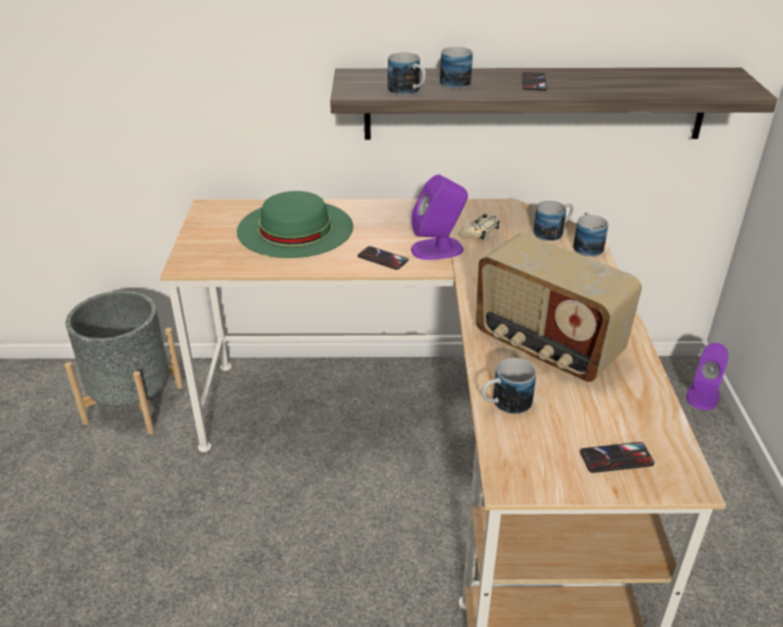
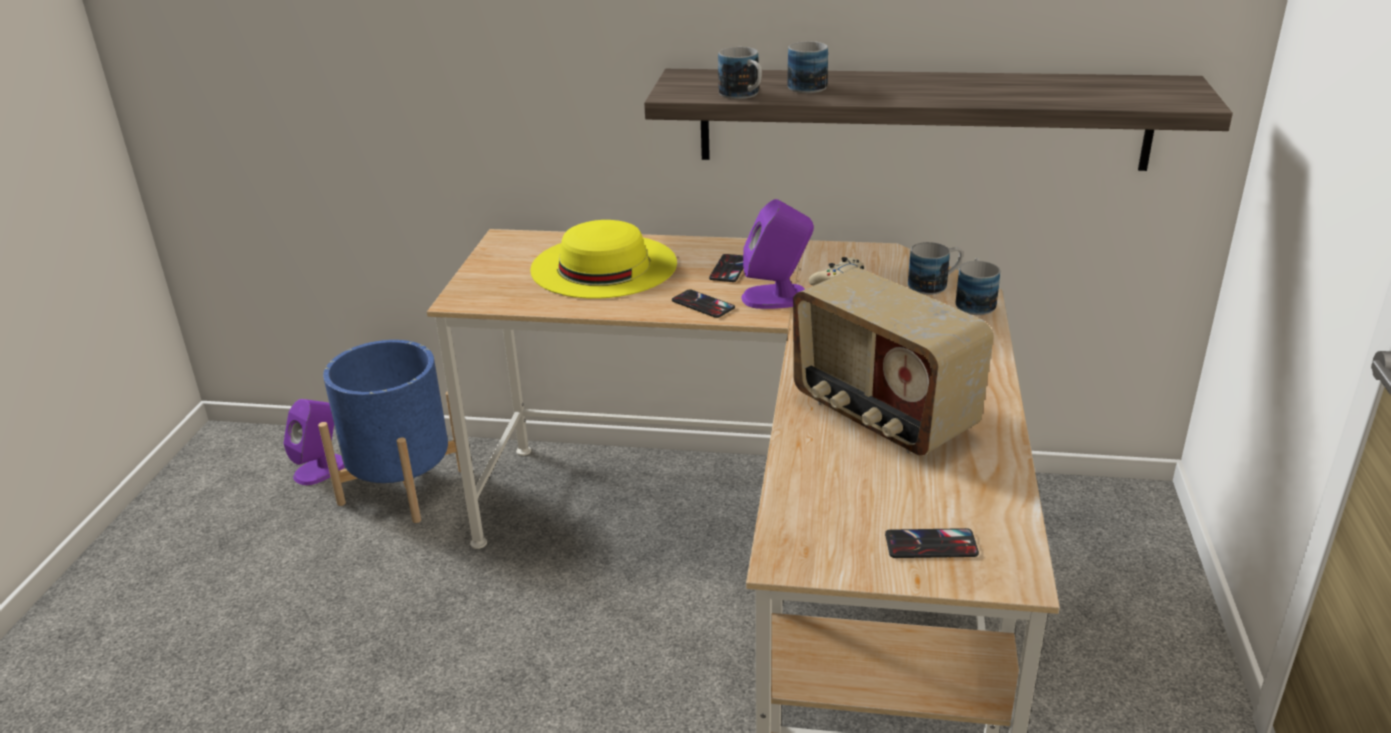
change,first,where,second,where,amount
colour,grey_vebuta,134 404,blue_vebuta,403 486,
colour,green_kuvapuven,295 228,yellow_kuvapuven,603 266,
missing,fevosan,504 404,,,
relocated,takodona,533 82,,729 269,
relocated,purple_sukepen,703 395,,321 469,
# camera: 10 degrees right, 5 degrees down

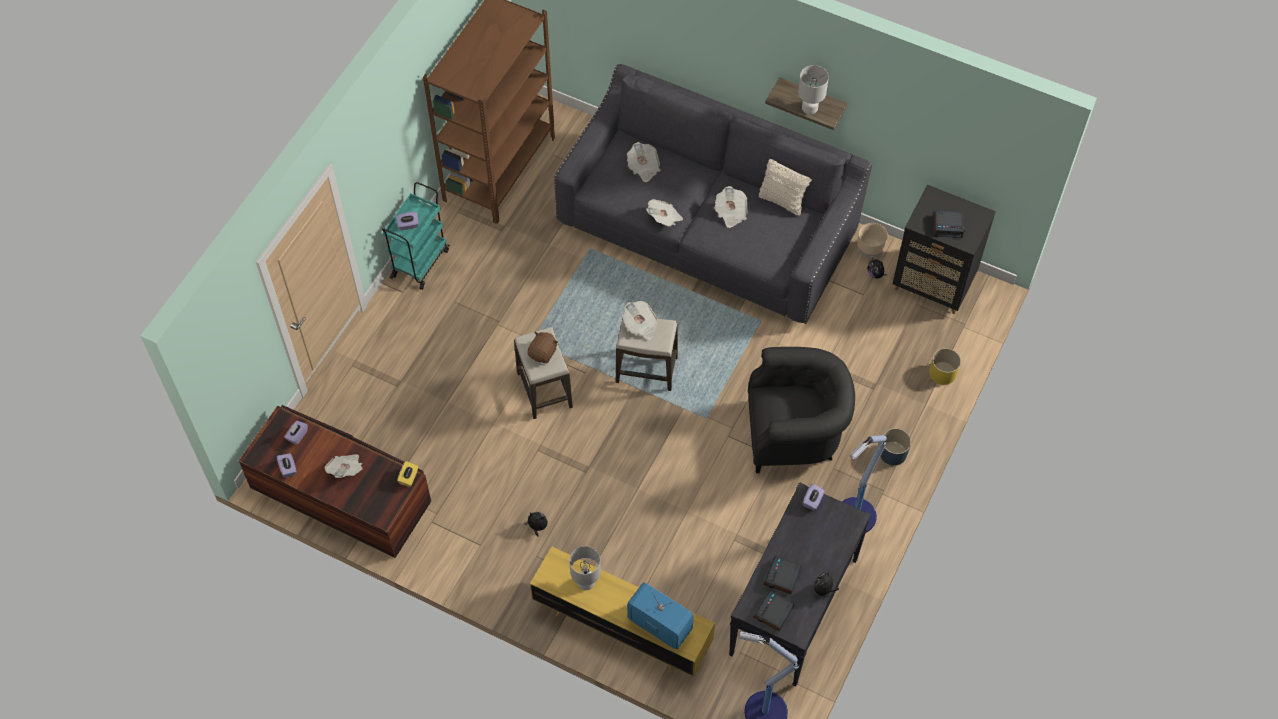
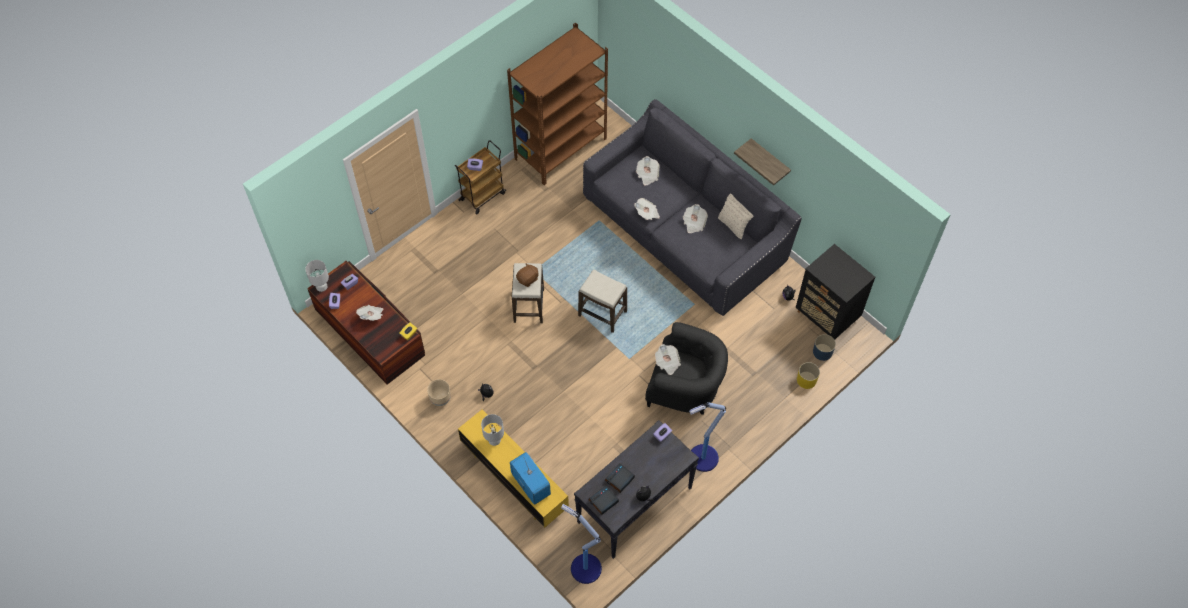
change,first,where,second,where,amount
colour,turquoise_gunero,420 263,brown_gunero,483 196,
relocated,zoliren,641 325,,667 363,
relocated,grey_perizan,810 108,,322 286,
relocated,beige_vebuta,870 251,,441 399,
relocated,blue_vebuta,893 453,,822 352,
missing,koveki,948 226,,,
# camera: 20 degrees right, 0 degrees up

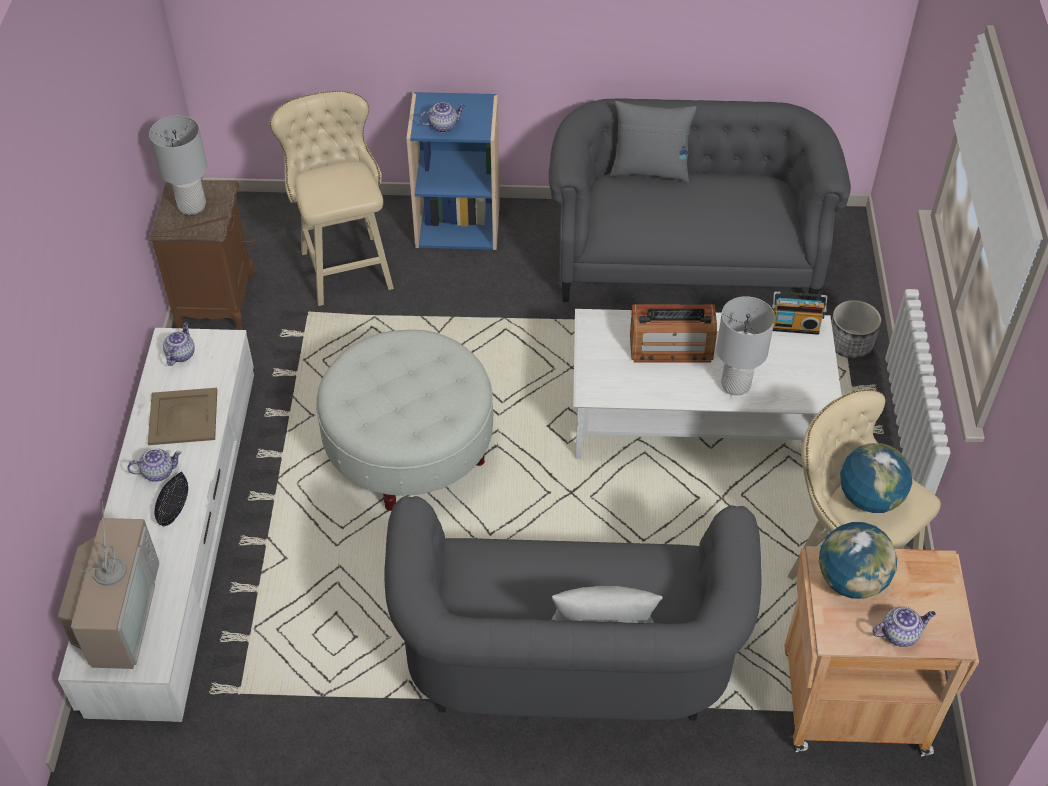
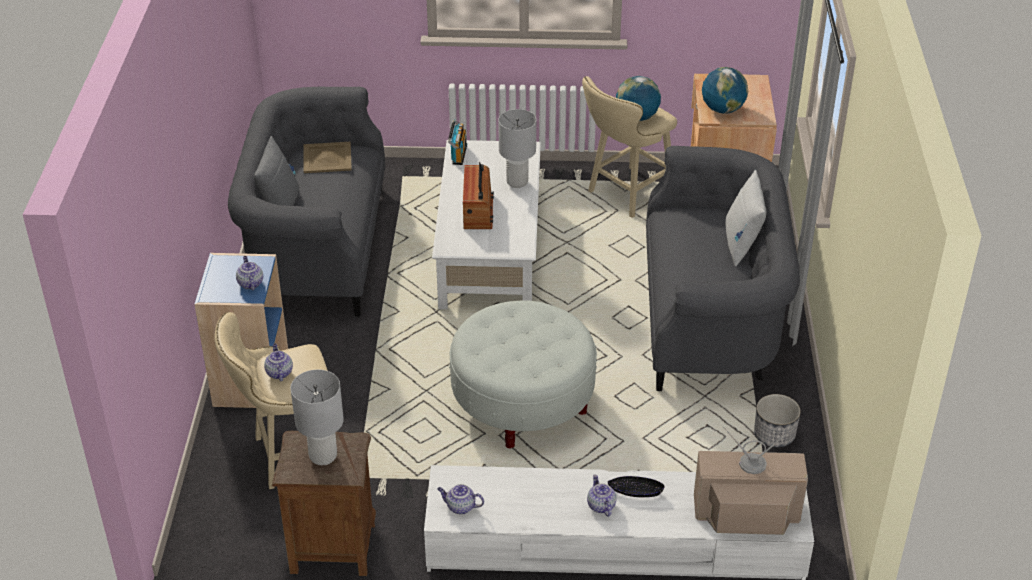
change,first,where,second,where,amount
relocated,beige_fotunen,184 416,,327 158,
relocated,vebuta,849 344,,774 435,
relocated,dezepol,900 633,,279 372,
# camera: 90 degrees left, 10 degrees down

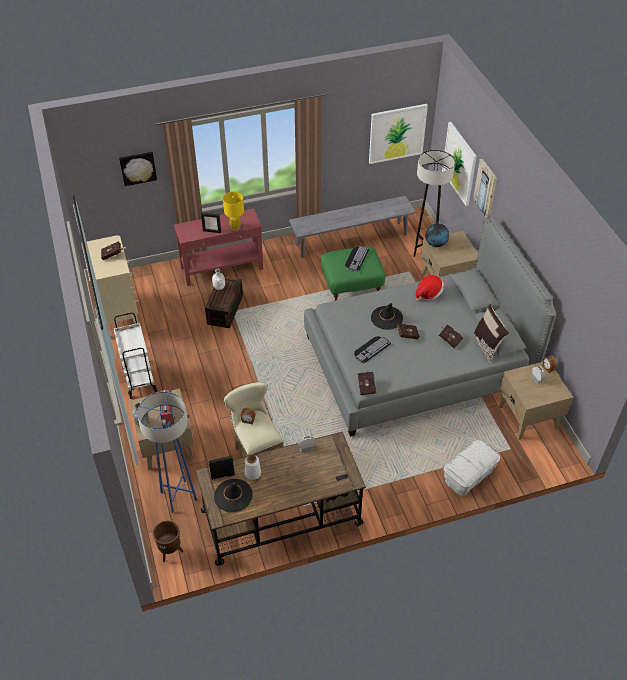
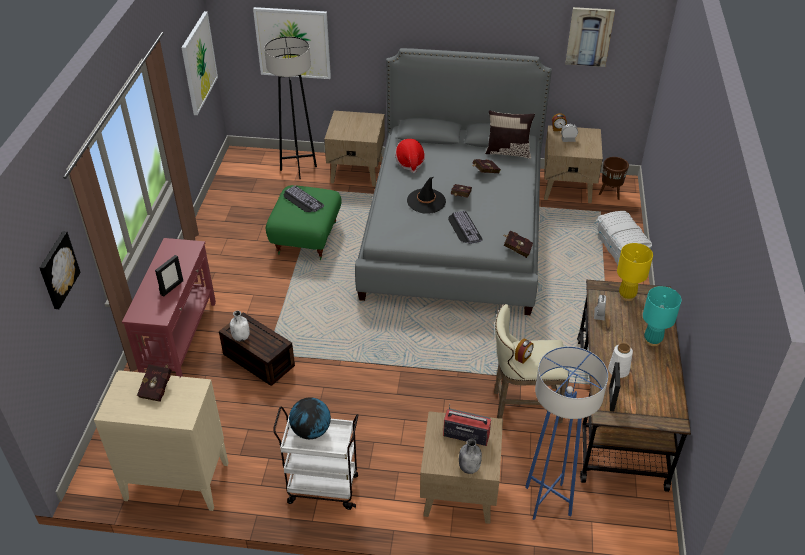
change,first,where,second,where,amount
relocated,brown_vebuta,171 552,,610 194,
missing,black_kuvapuven,233 496,,,
relocated,yellow_perizan,235 227,,626 296,
missing,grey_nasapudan,351 239,,,
relocated,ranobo,435 244,,311 431,
relocated,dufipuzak,486 188,,589 36,
appeared,,,turquoise_perizan,652 340,
# camera: 65 degrees left, 5 degrees down

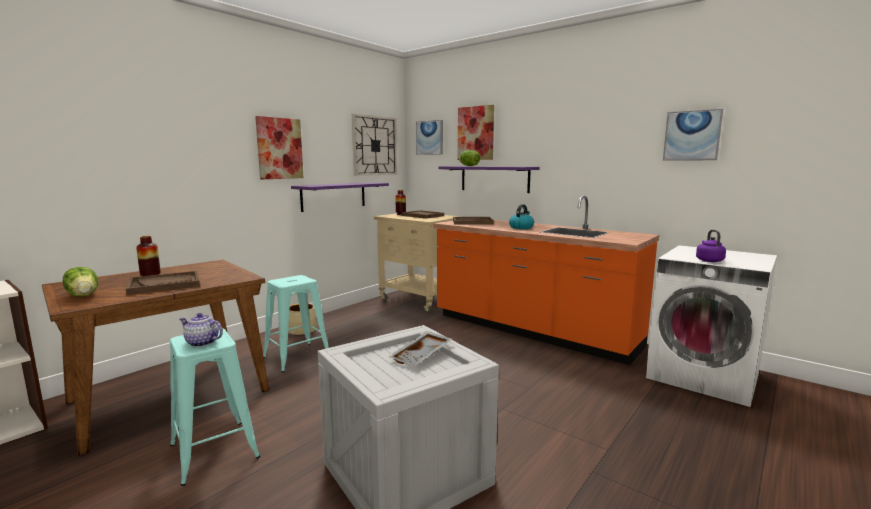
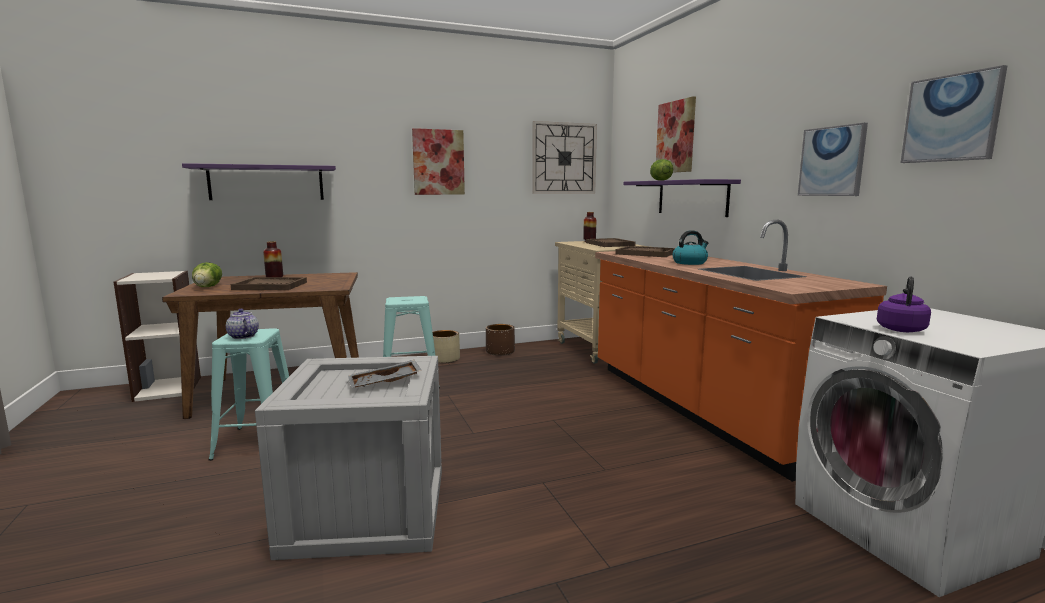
change,first,where,second,where,amount
relocated,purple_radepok,334 196,,266 183,
relocated,dufipuzak,430 137,,832 161,
appeared,,,brown_vebuta,500 352,
# camera: 30 degrees right, 0 degrees up

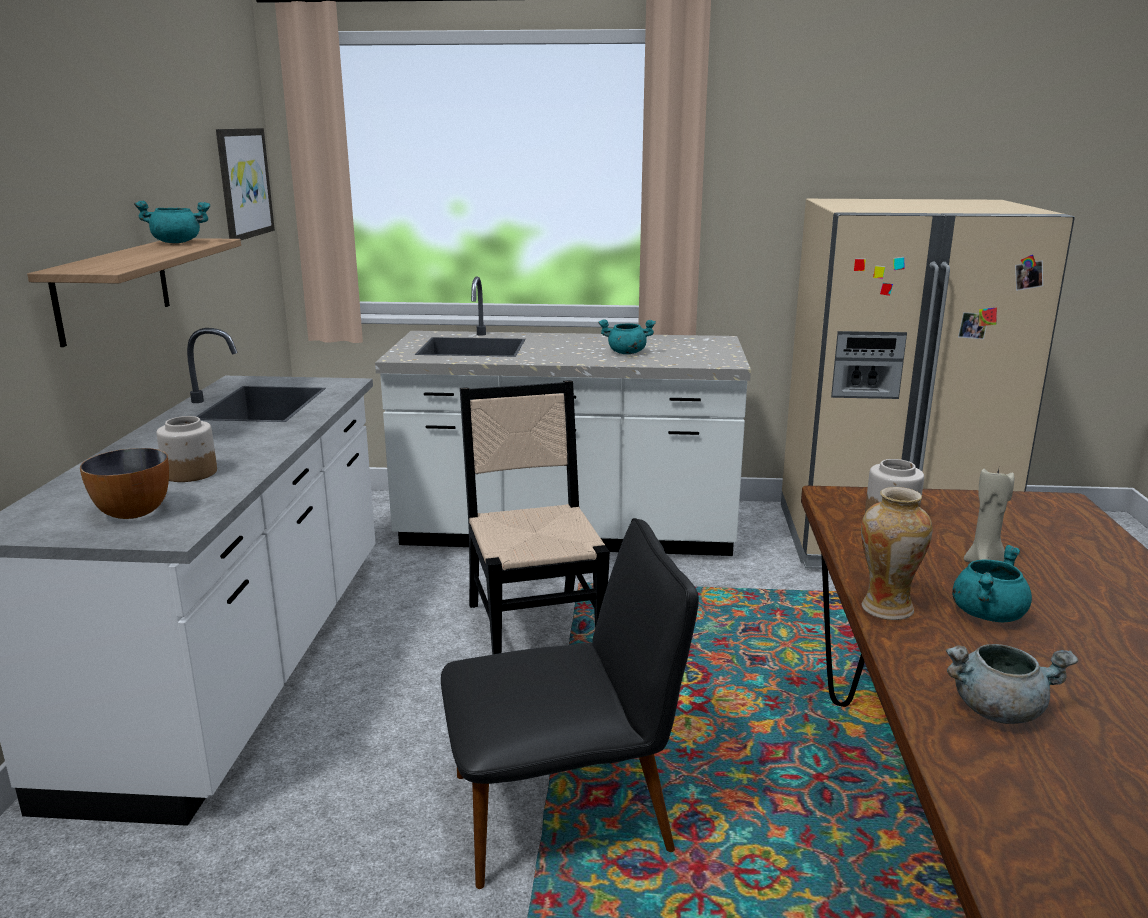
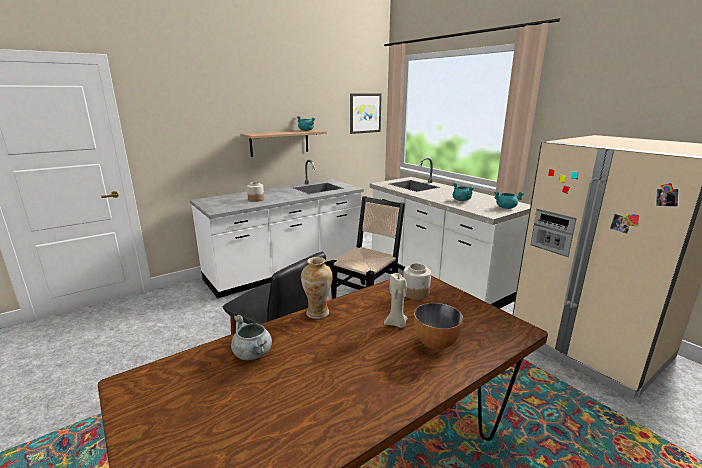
change,first,where,second,where,amount
relocated,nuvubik,134 513,,436 343,
relocated,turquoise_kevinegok,987 613,,506 207,
# camera: 50 degrees right, 0 degrees up

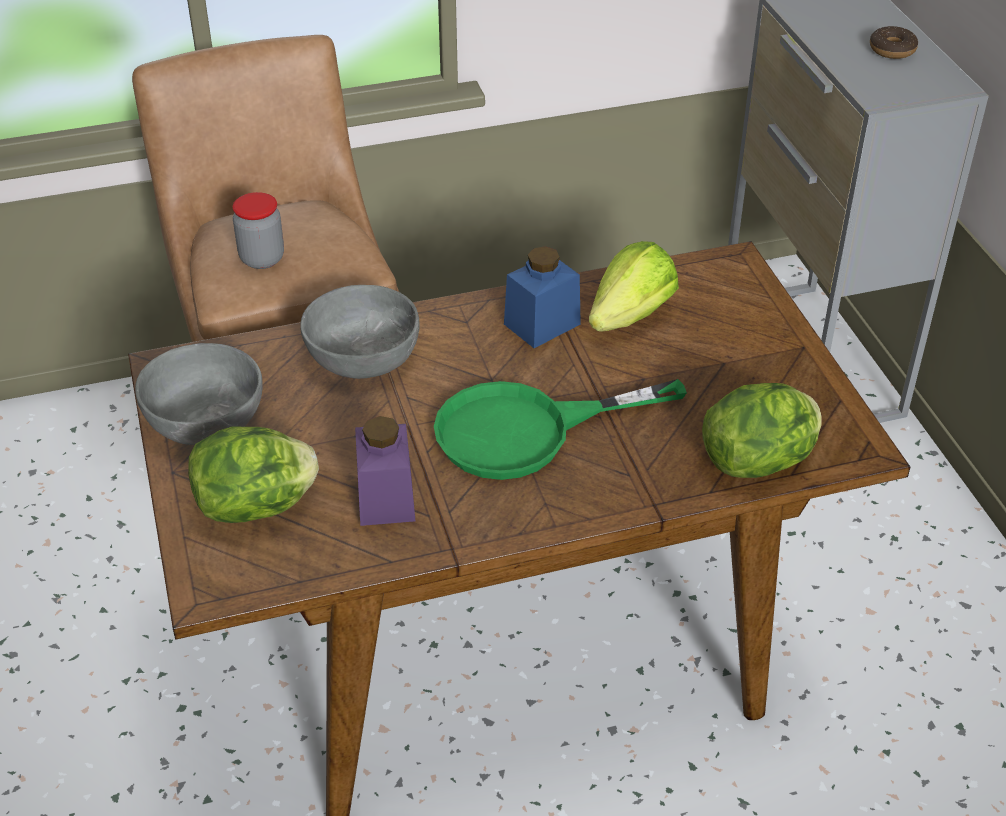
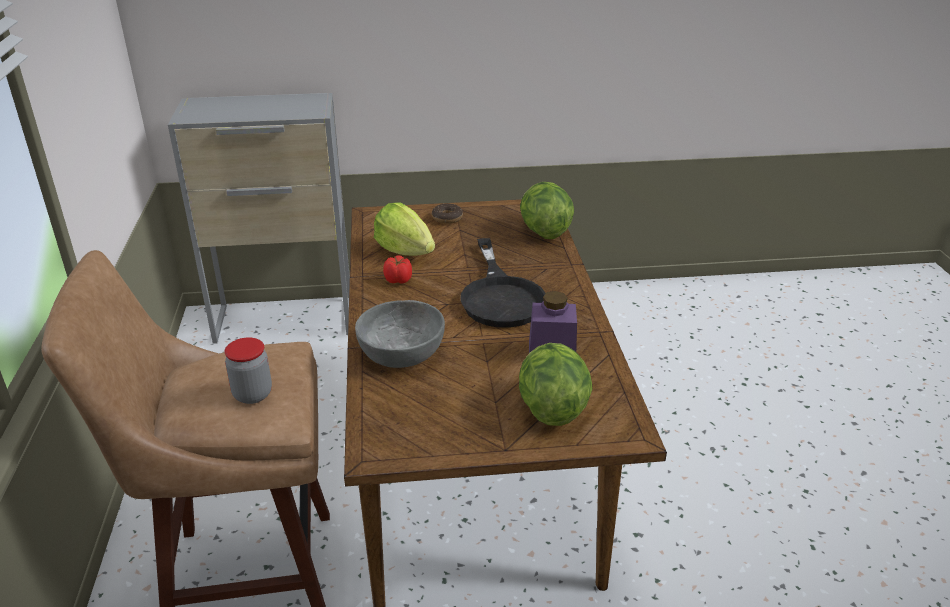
change,first,where,second,where,amount
missing,grey_nuvubik,205 418,,,
colour,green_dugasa,527 431,black_dugasa,500 296,
exchanged,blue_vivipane,542 324,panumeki,398 280,
relocated,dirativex,892 49,,447 218,
# camera: 80 degrees left, 10 degrees down

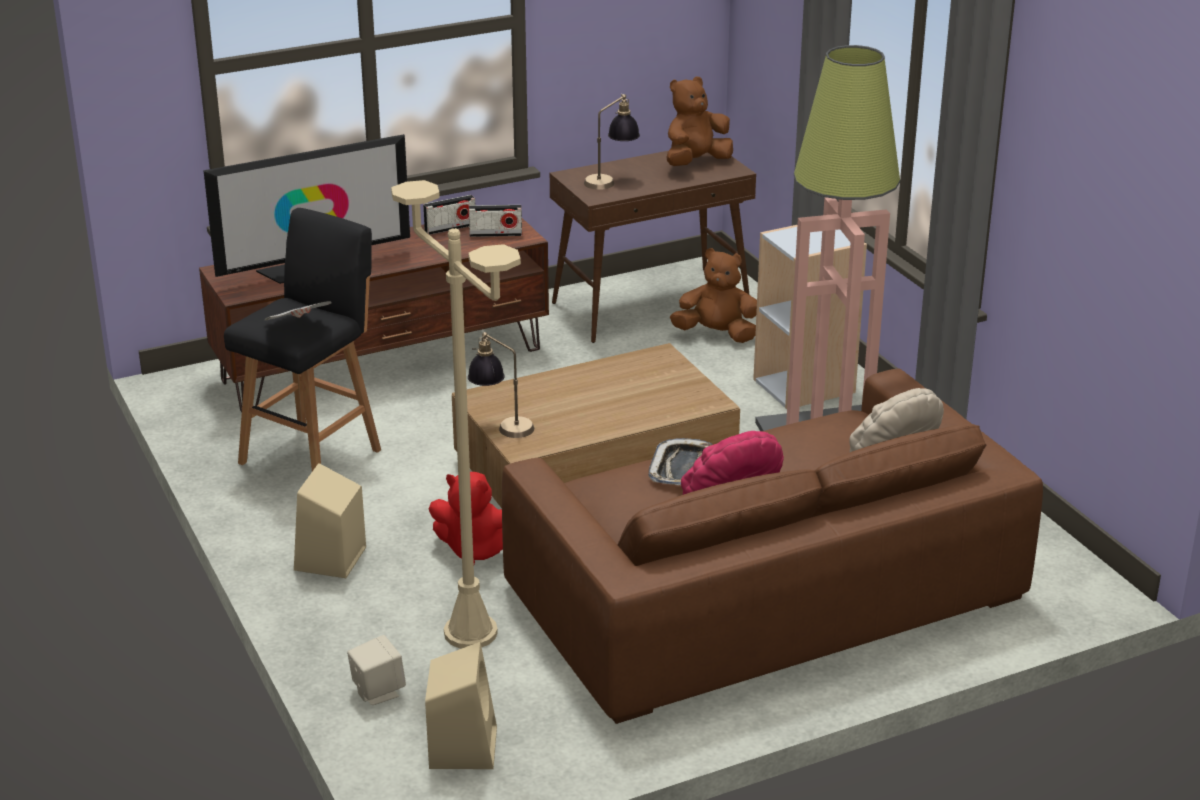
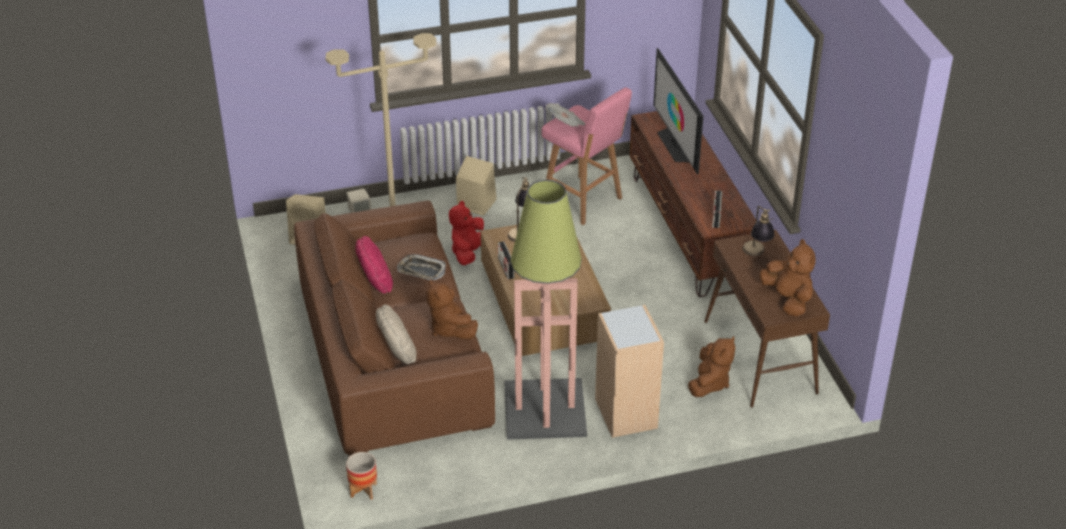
change,first,where,second,where,amount
colour,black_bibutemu,313 454,pink_bibutemu,584 201,
relocated,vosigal,450 228,,506 268,
appeared,,,vebuta,363 490,
appeared,,,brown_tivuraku,450 329,
# camera: 100 degrees right, 10 degrees up

